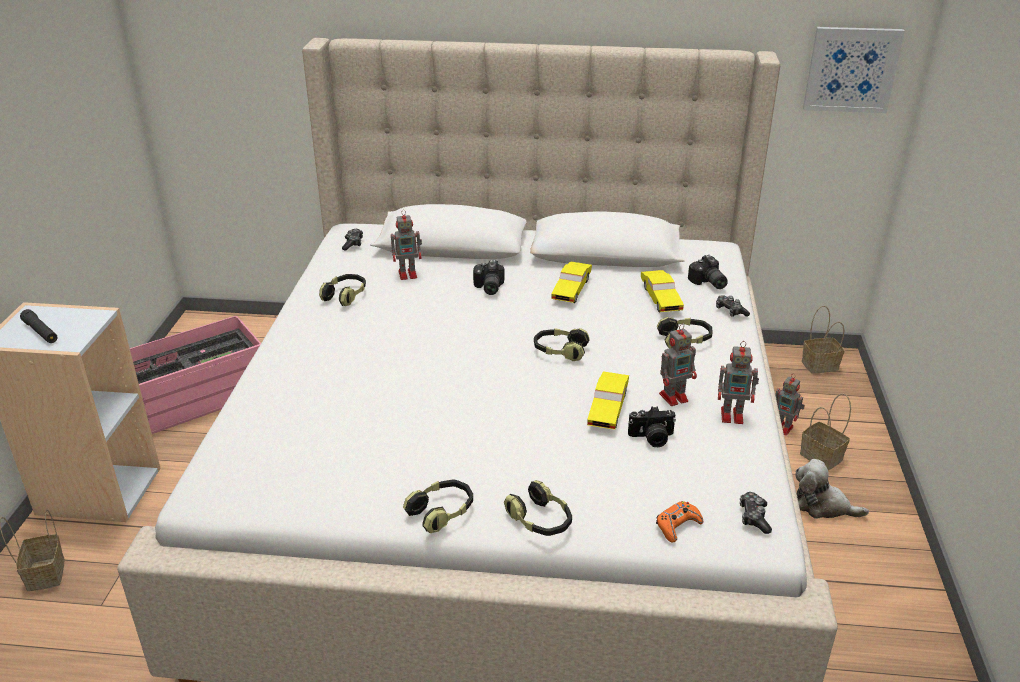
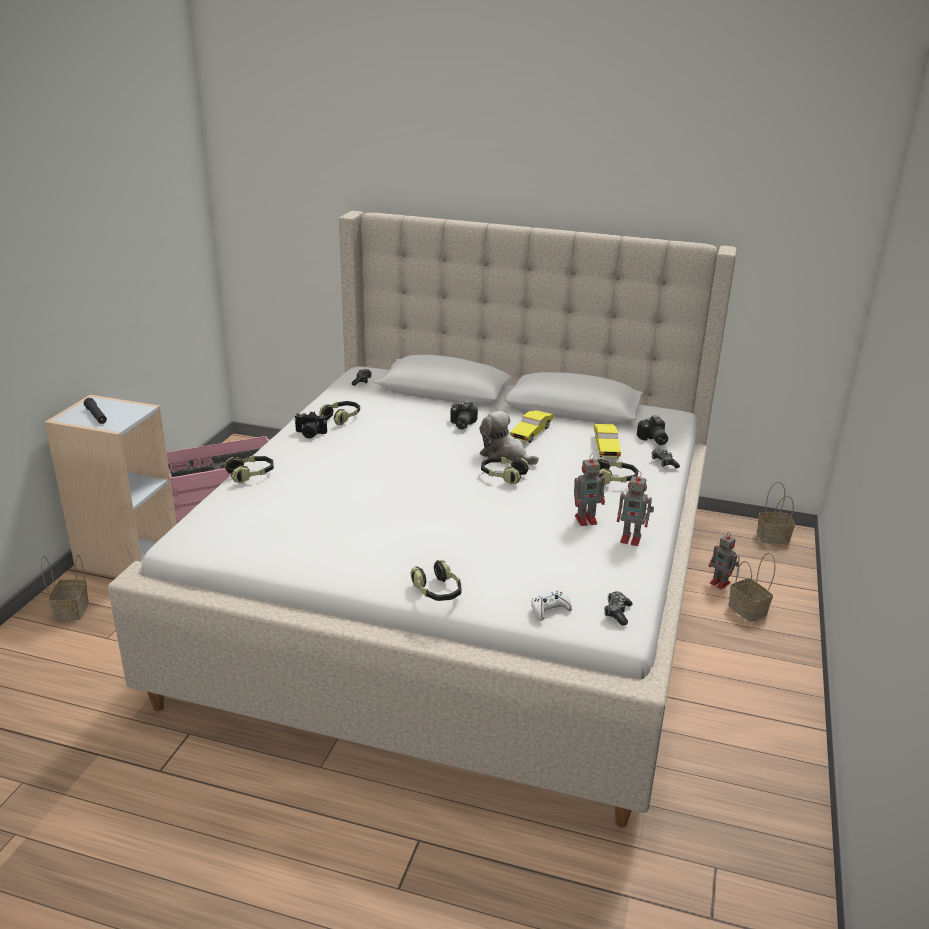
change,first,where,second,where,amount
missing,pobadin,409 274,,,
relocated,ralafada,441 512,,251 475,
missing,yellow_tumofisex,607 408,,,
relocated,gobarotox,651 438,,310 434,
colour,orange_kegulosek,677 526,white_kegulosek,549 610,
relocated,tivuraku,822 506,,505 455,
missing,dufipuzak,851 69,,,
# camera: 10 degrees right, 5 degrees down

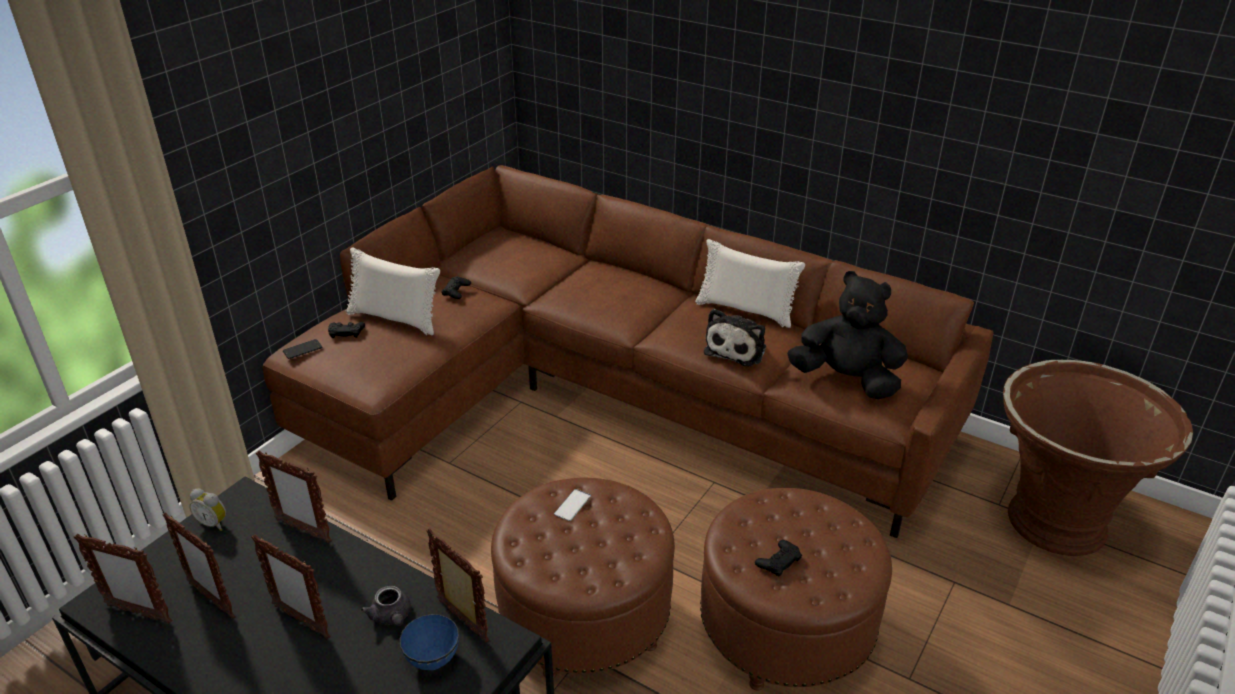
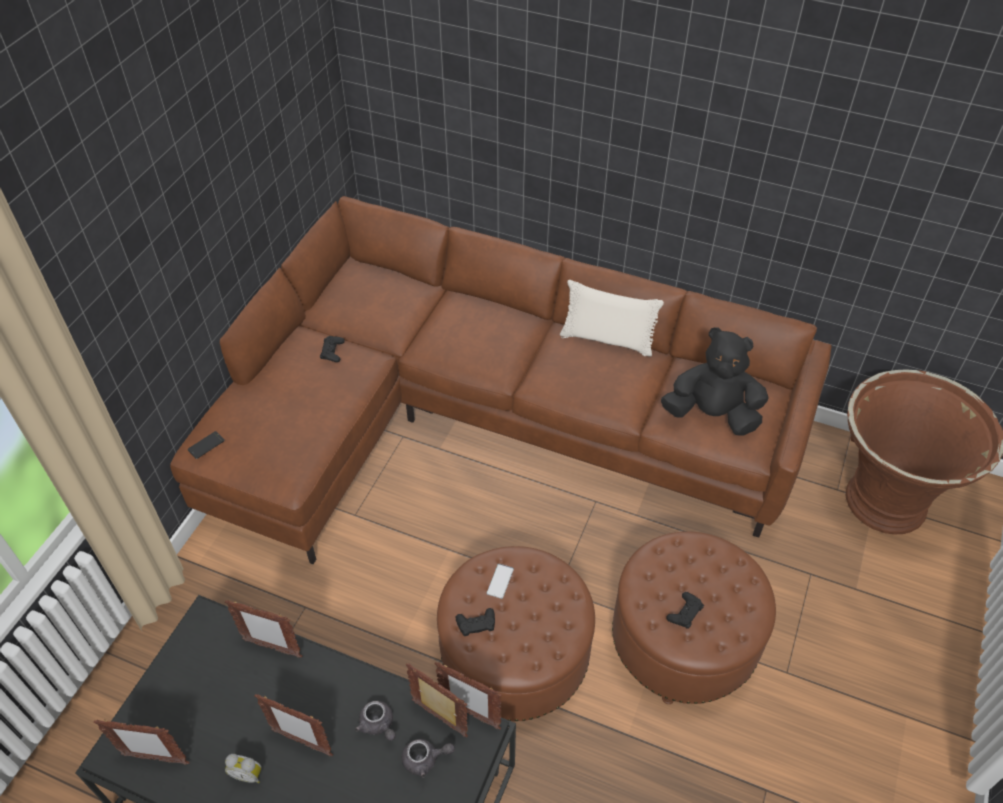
change,first,where,second,where,amount
relocated,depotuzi,211 600,,470 713,
relocated,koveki,214 523,,248 774,
relocated,black_kegulosek,346 332,,476 623,
missing,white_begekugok,395 319,,,
exchanged,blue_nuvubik,433 658,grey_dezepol,425 759,
missing,tivuraku,737 348,,,
# camera: 10 degrees left, 15 degrees up

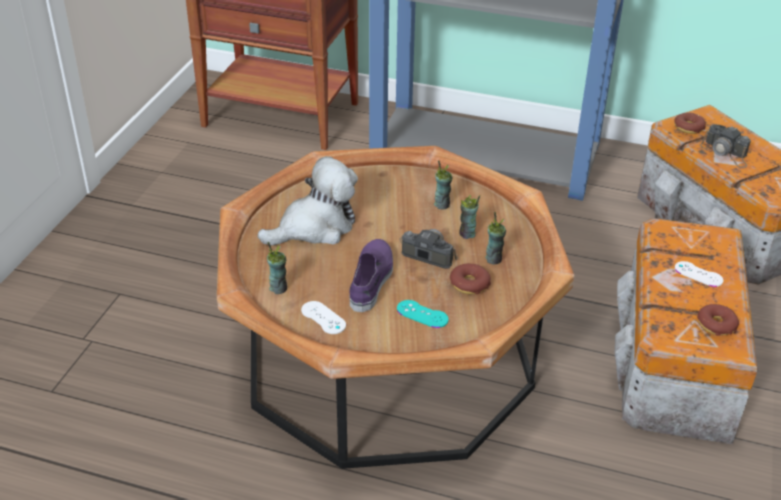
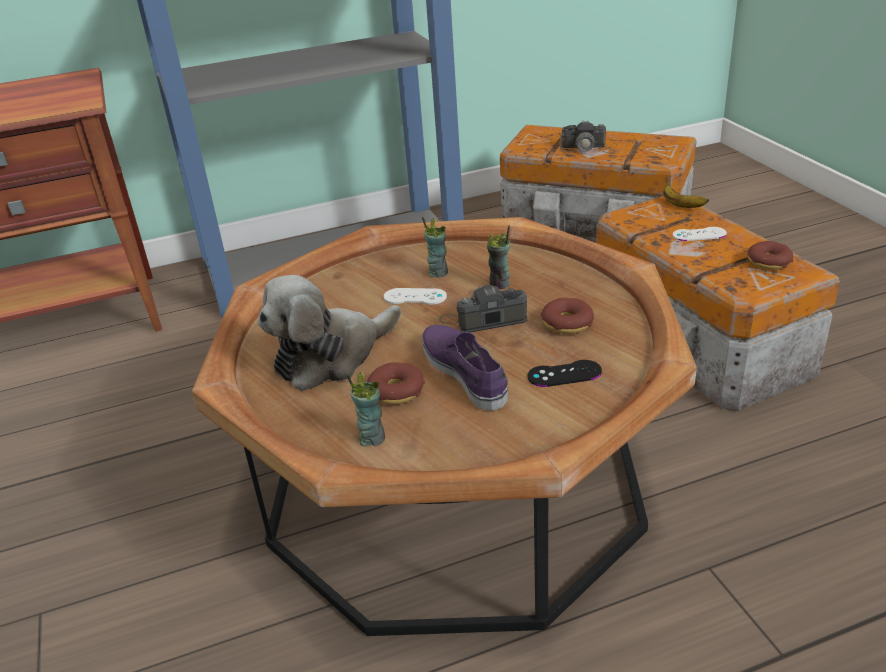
change,first,where,second,where,amount
spun,tivuraku,315 227,,331 357,150 degrees counterclockwise
relocated,white_kegulosek,323 318,,415 297,
colour,turquoise_kegulosek,422 314,black_kegulosek,564 374,
missing,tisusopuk,493 259,,,
relocated,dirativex,688 128,,396 391,
appeared,,,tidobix,681 205,
# camera: 35 degrees left, 5 degrees down

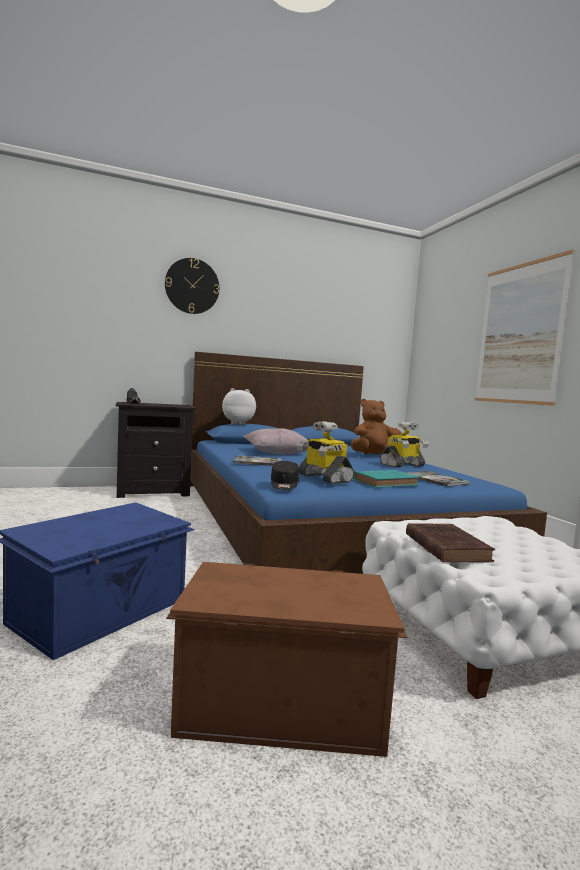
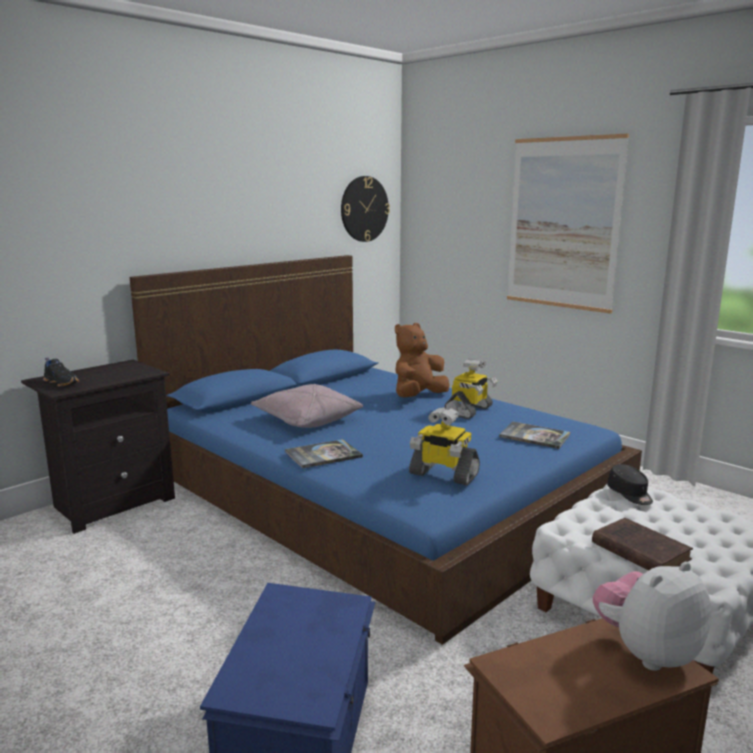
change,first,where,second,where,amount
relocated,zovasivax,192 286,,364 209,
relocated,tivuraku,238 423,,646 652,
relocated,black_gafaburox,284 485,,630 494,
missing,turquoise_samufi,386 482,,,
# camera: 25 degrees left, 10 degrees up

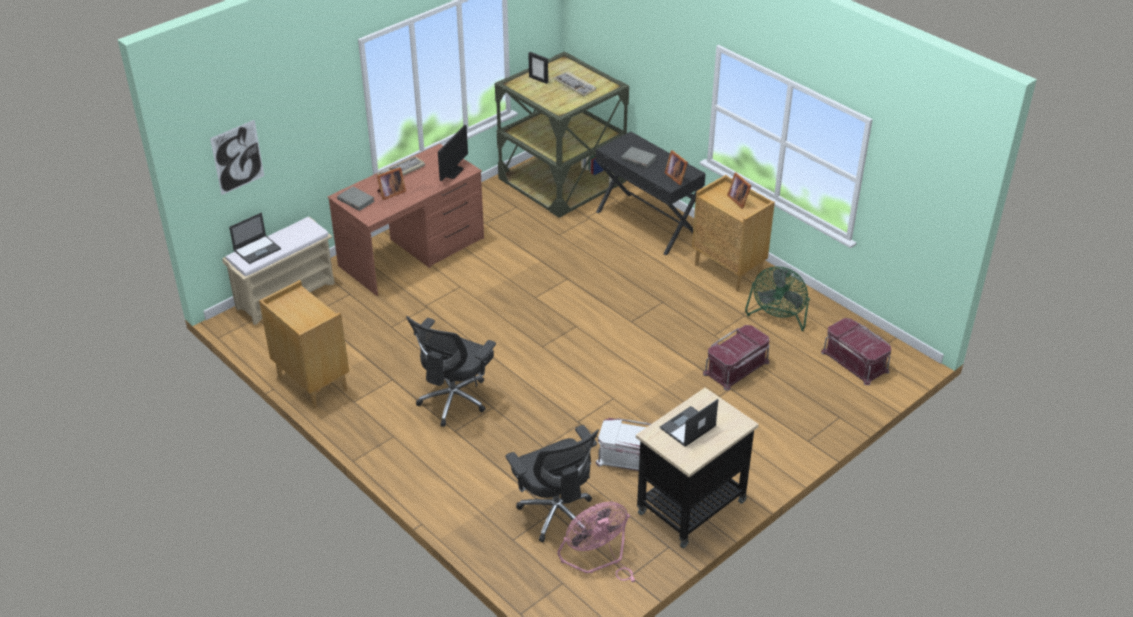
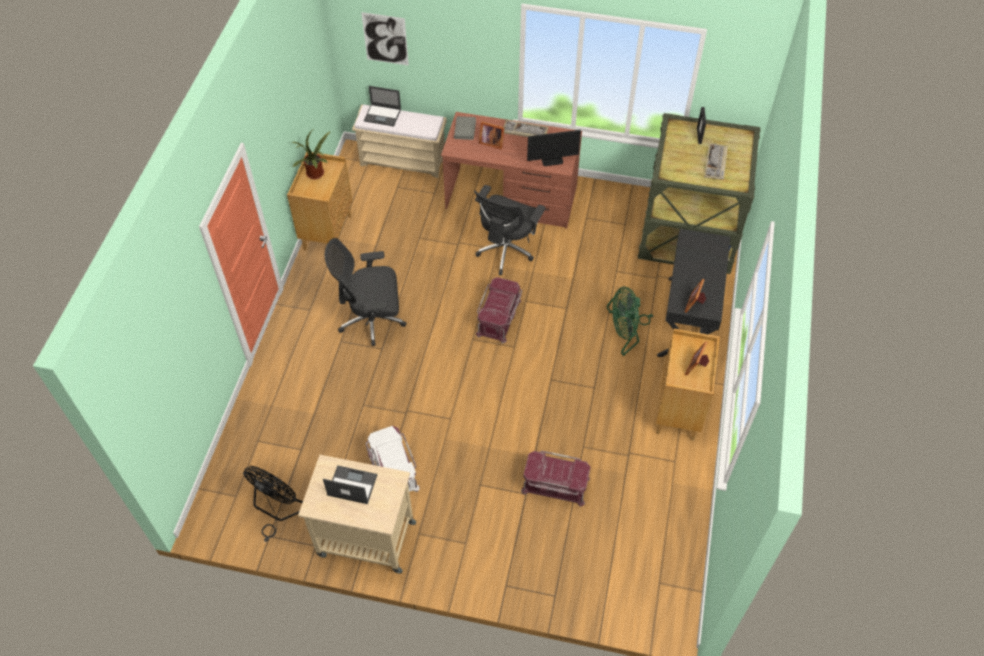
change,first,where,second,where,amount
relocated,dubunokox,555 512,,506 249,
colour,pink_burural,601 559,black_burural,274 508,
missing,grey_samufi,638 159,,,
colour,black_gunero,691 509,beige_gunero,366 539,
relocated,green_burural,776 315,,626 330,
relocated,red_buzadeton,855 361,,499 317,
appeared,,,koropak,316 175,
# camera: 55 degrees right, 15 degrees up

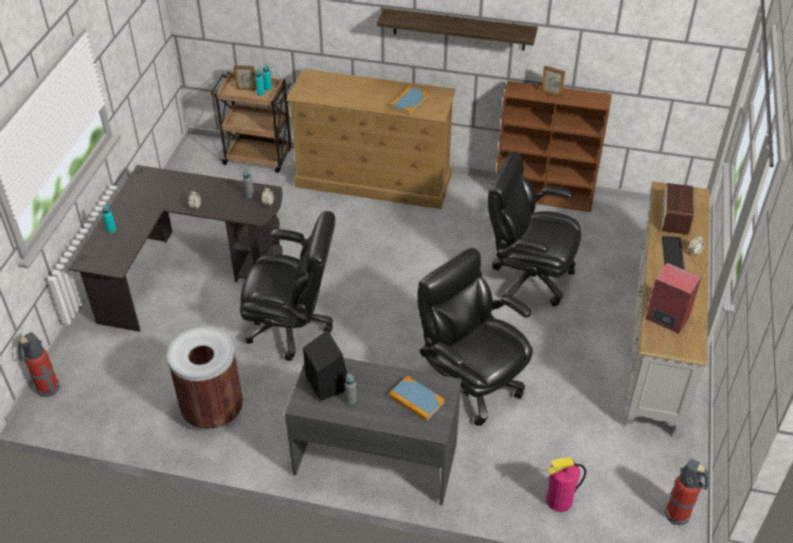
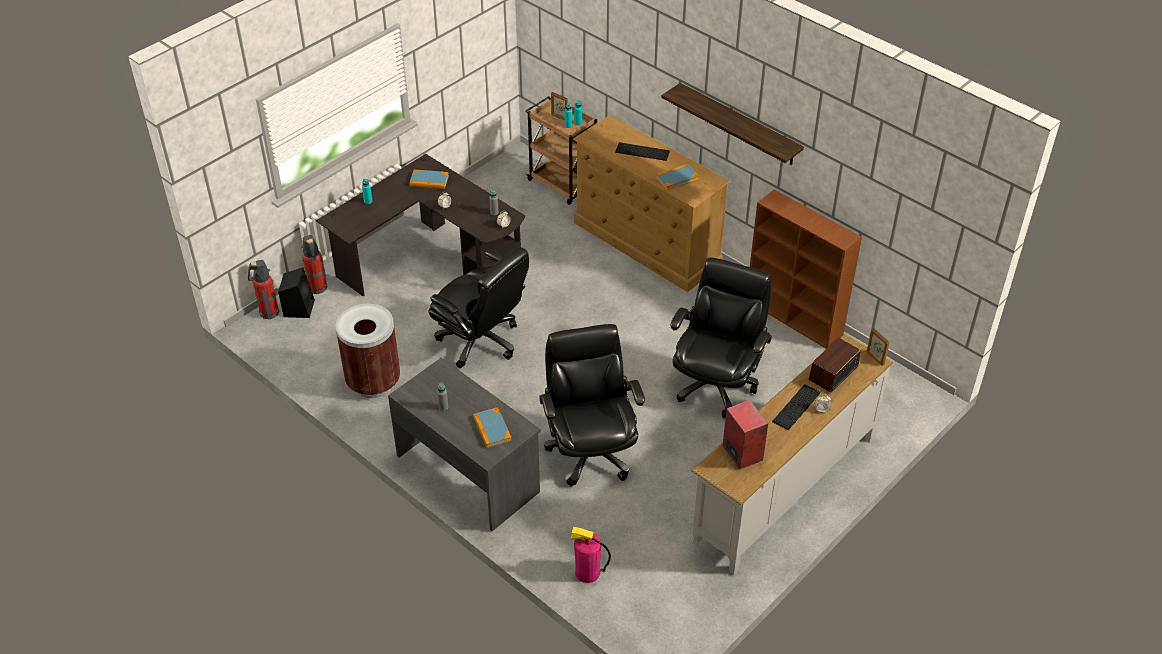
change,first,where,second,where,amount
relocated,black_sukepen,327 382,,299 307,
spun,black_dubunokox,528 277,,716 384,60 degrees clockwise
relocated,depotuzi,551 94,,875 358,
relocated,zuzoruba,678 515,,318 288,
appeared,,,samufi,429 181,
appeared,,,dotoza,643 151,
# camera: 30 degrees right, 0 degrees up

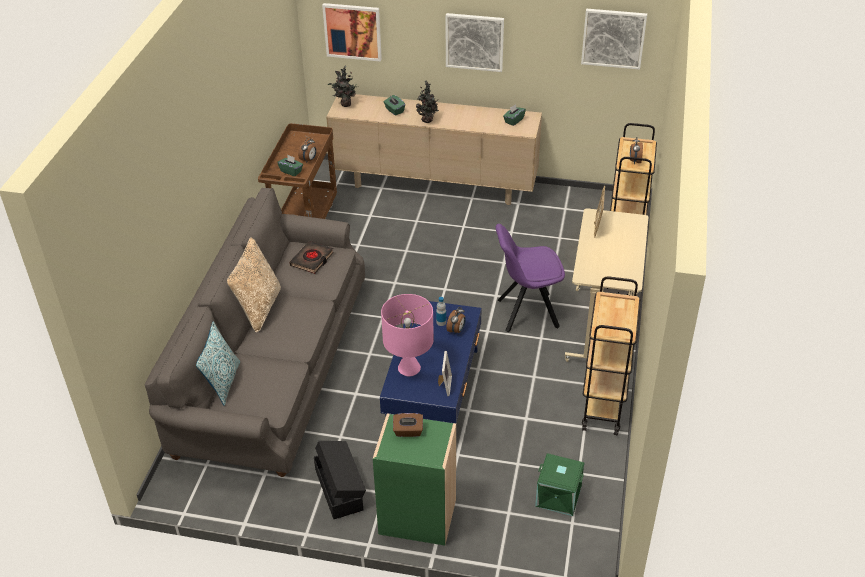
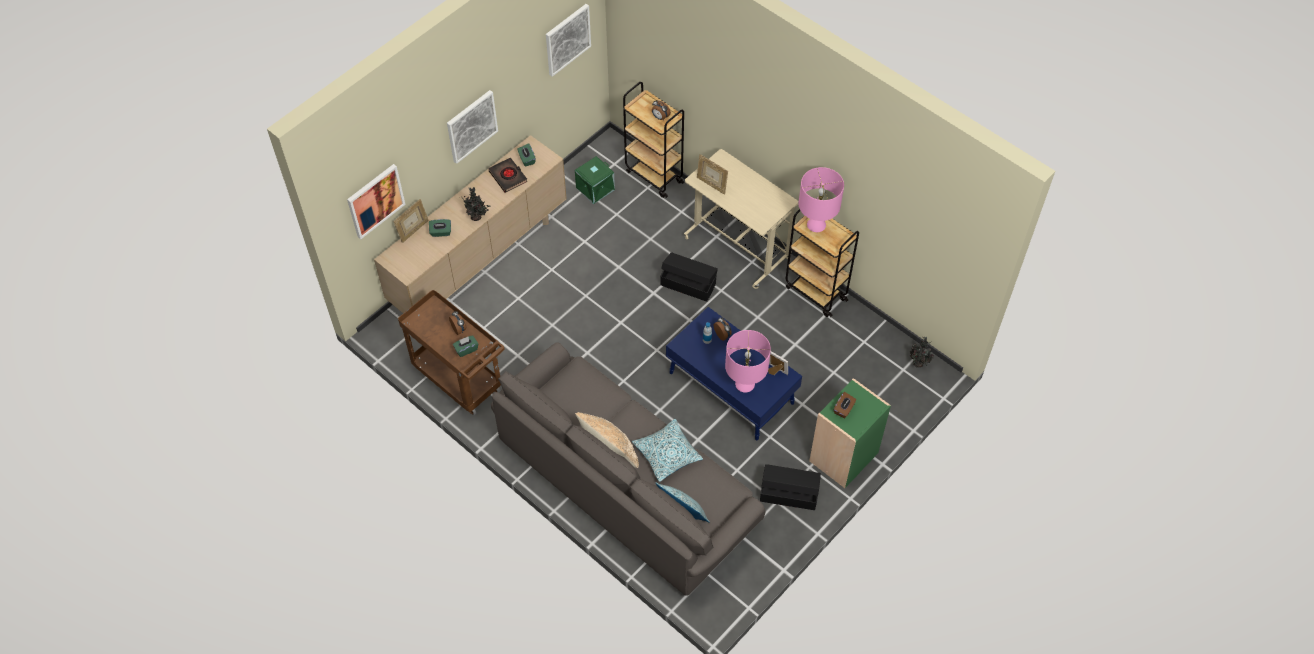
change,first,where,second,where,amount
relocated,black_samufi,312 260,,508 177,
relocated,koropak,345 104,,918 364,
exchanged,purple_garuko,527 313,black_buzadeton,688 284,
relocated,green_buzadeton,559 495,,595 188,
appeared,,,depotuzi,413 231,
appeared,,,begekugok,667 454,
appeared,,,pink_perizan,816 226,
# camera: 60 degrees left, 15 degrees up

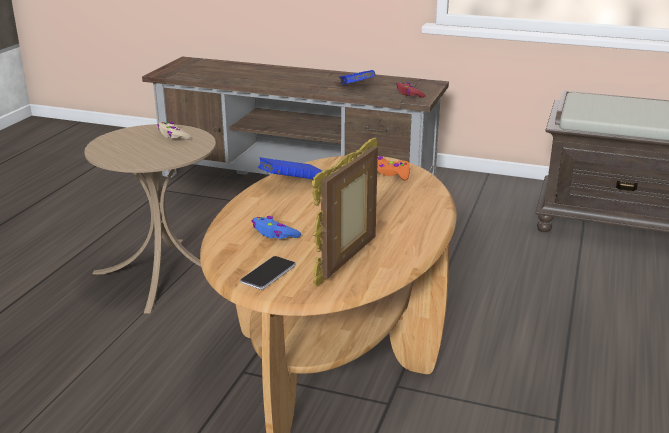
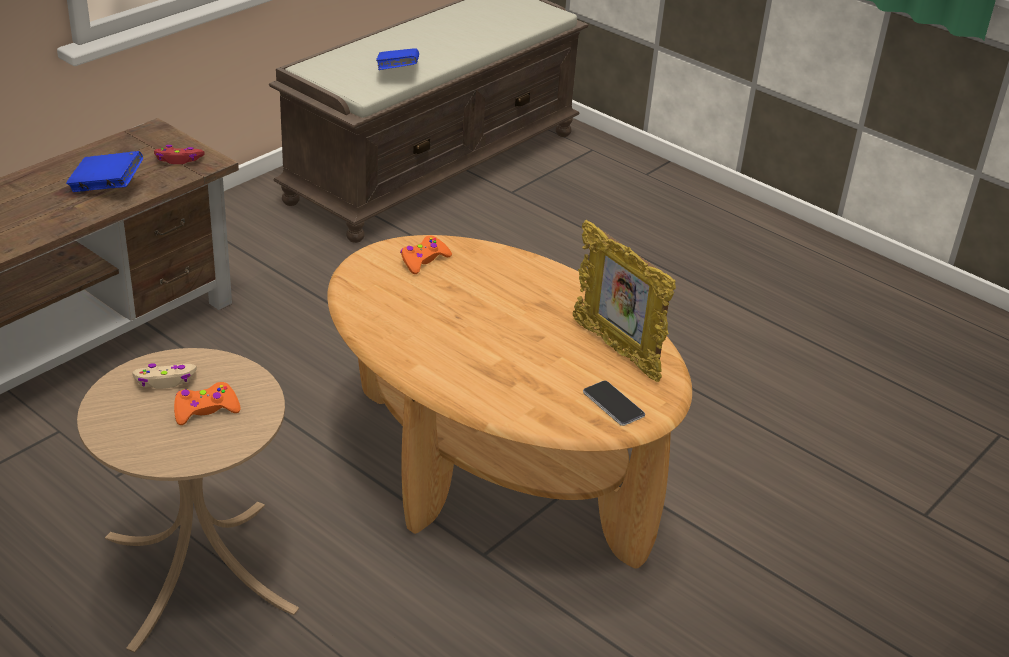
change,first,where,second,where,amount
missing,blue_kegulosek,274 234,,,
relocated,blue_samufi,291 184,,397 73,
appeared,,,orange_kegulosek,205 410,
# camera: 70 degrees left, 10 degrees up

